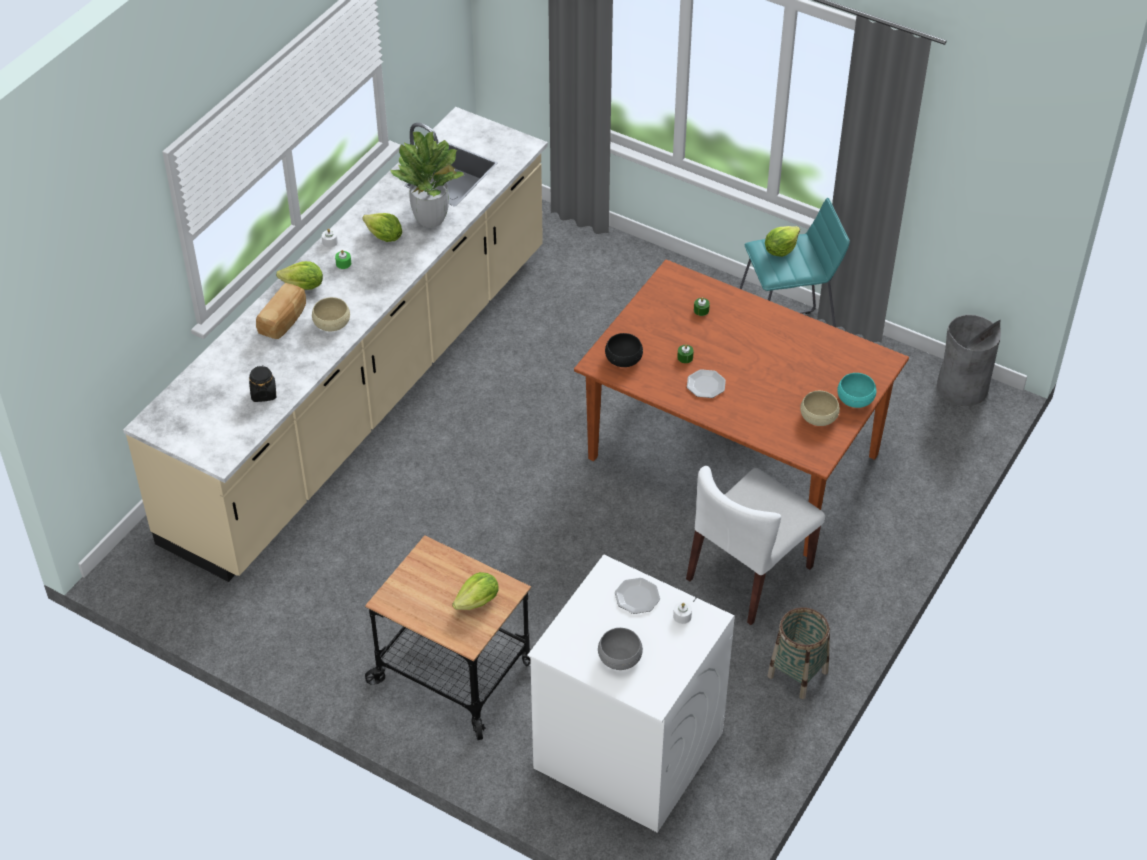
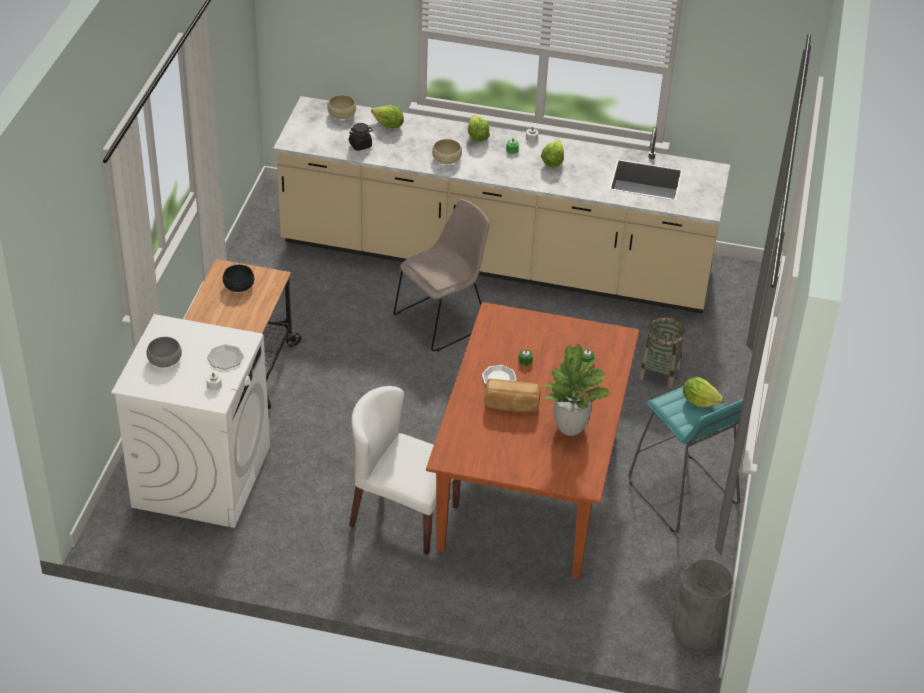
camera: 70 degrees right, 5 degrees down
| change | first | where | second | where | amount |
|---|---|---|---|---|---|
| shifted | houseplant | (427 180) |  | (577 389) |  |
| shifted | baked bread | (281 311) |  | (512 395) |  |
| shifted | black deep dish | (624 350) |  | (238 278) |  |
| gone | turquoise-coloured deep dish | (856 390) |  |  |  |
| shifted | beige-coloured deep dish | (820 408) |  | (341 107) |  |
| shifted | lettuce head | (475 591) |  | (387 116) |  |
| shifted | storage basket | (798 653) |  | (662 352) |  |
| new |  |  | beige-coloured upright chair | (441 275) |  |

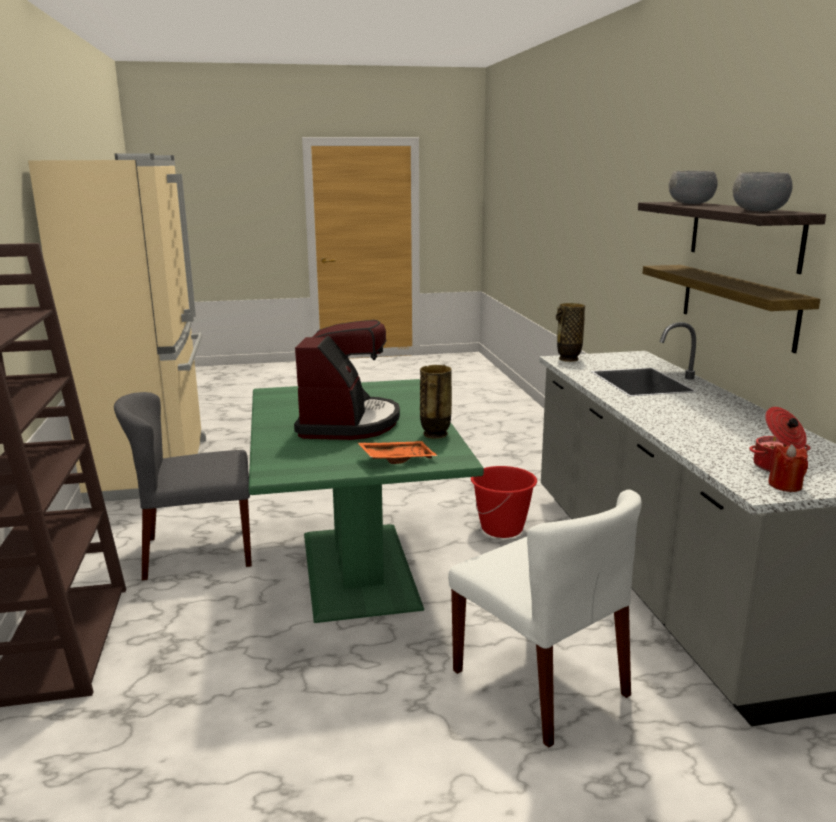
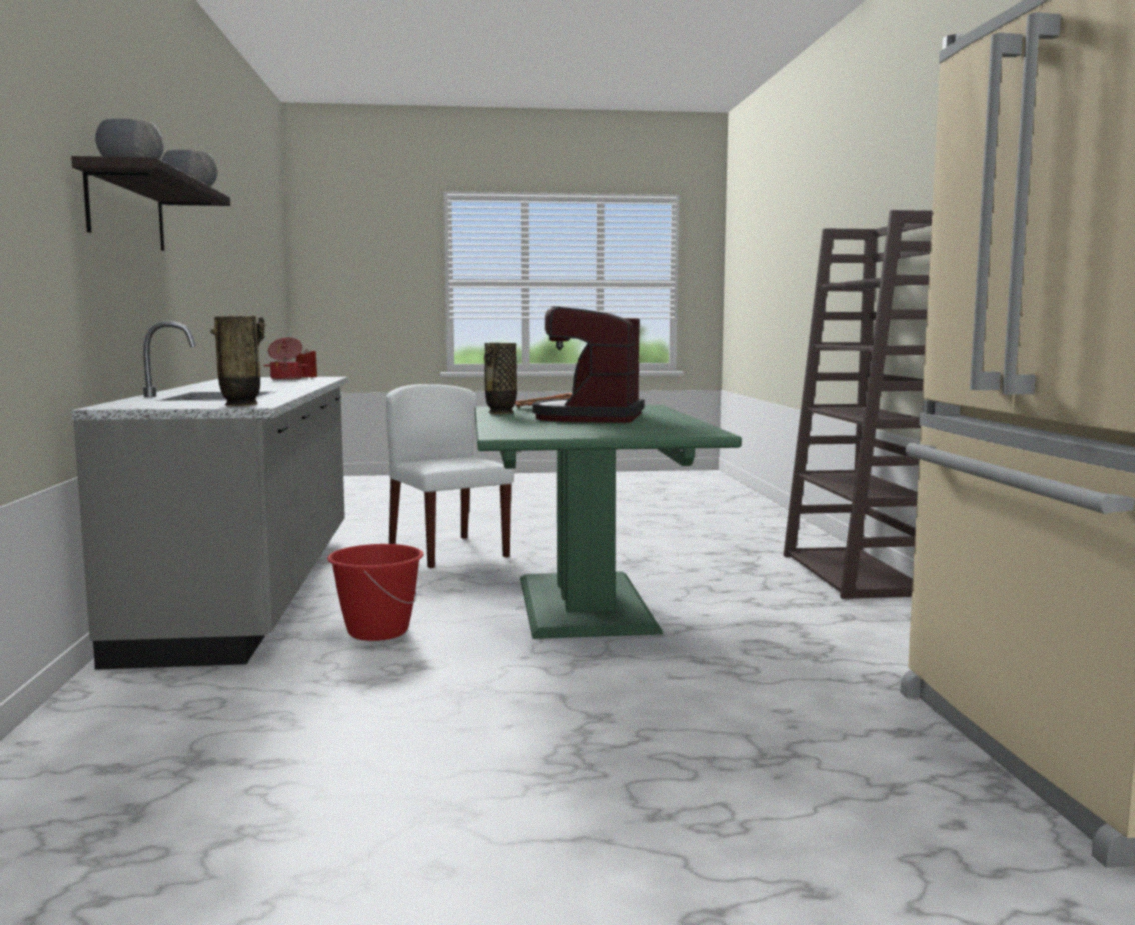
camera: 175 degrees left, 10 degrees down
| change | first | where | second | where | amount |
|---|---|---|---|---|---|
| gone | shelf | (731 309) |  |  |  |
| gone | greyish upright chair | (183 486) |  |  |  |

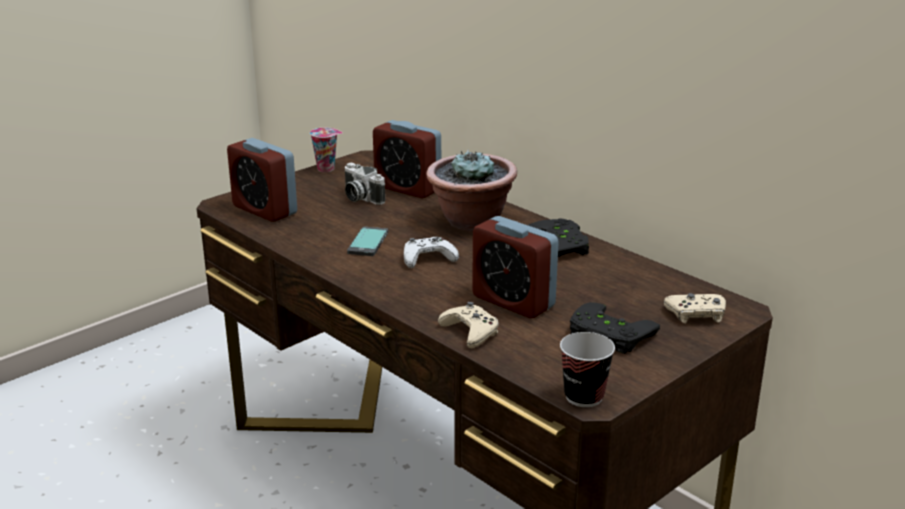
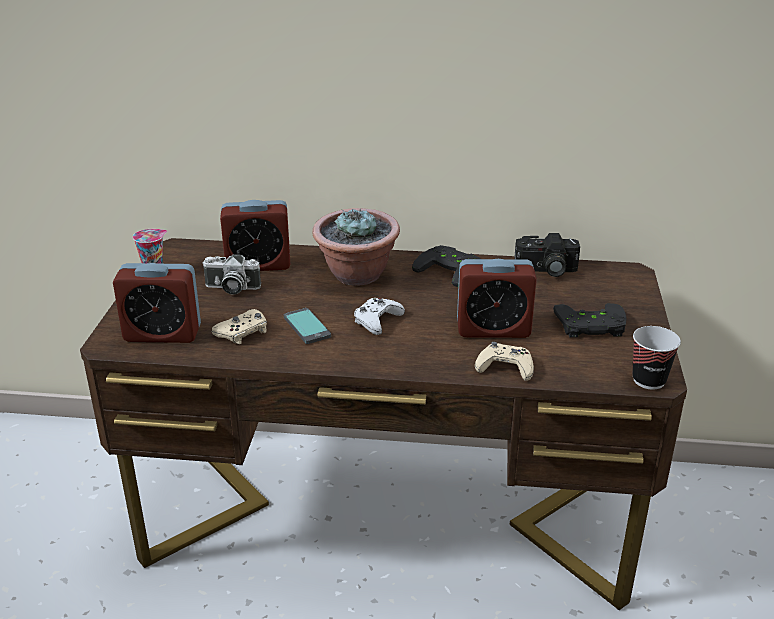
camera: 40 degrees left, 5 degrees up
| change | first | where | second | where | amount |
|---|---|---|---|---|---|
| shifted | beige-coloured game controller | (695 308) |  | (239 326) |  |
| new |  |  | photo camera | (547 255) |  |

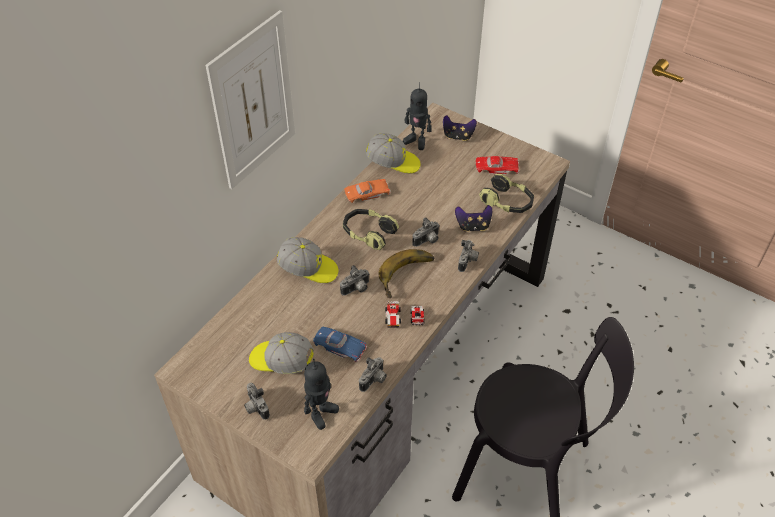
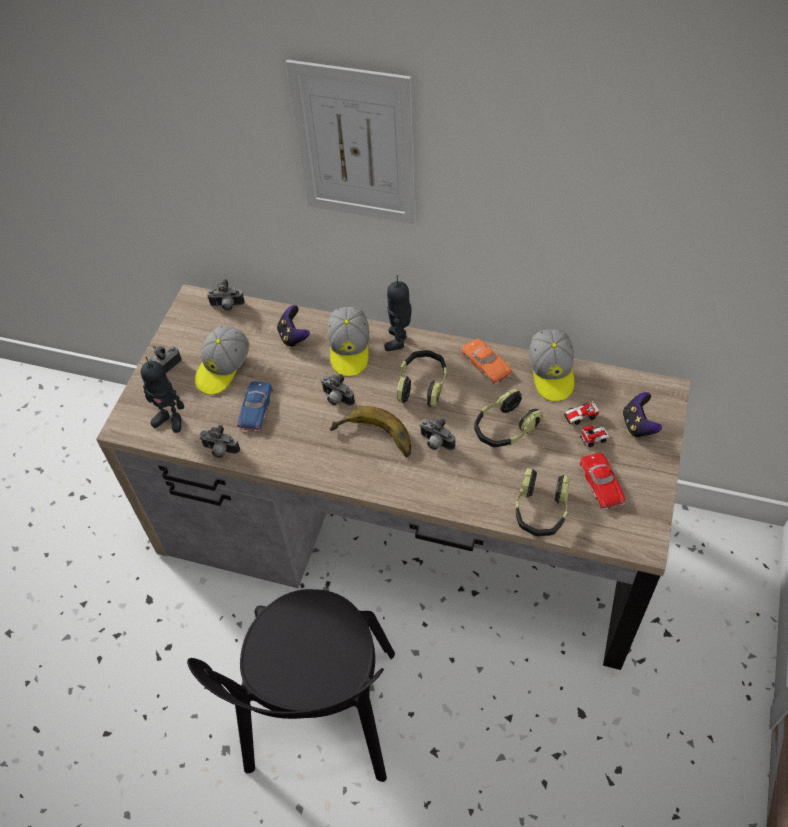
camera: 75 degrees right, 5 degrees up
| change | first | where | second | where | amount |
|---|---|---|---|---|---|
| shifted | toy robot | (417 116) |  | (398 313) |  |
| shifted | game controller | (473 218) |  | (293 326) |  |
| shifted | photo camera | (468 256) |  | (226 295) |  |
| shifted | miniature car | (405 314) |  | (587 424) |  |
| rotated | cap | (281 353) |  | (222 360) | 150 degrees counterclockwise |
| new |  |  | pair of headphones | (508 418) |  |

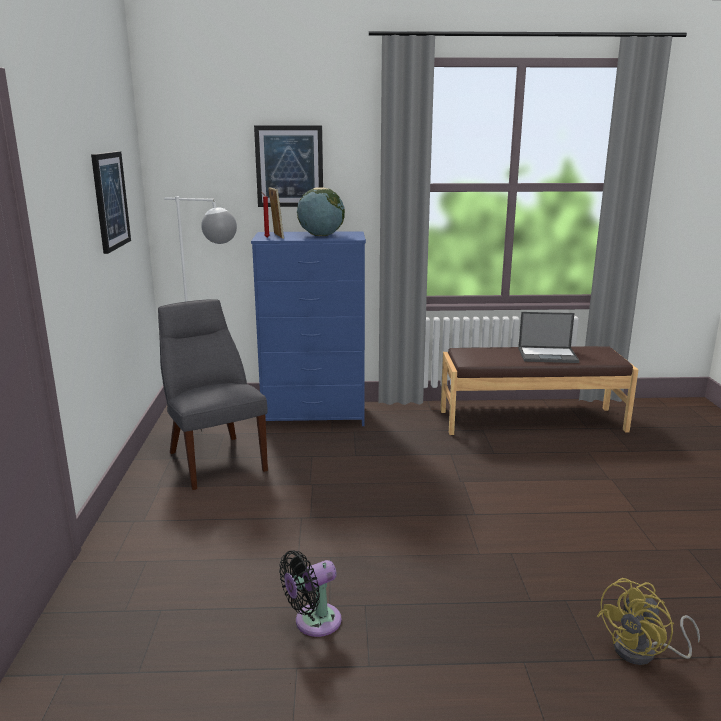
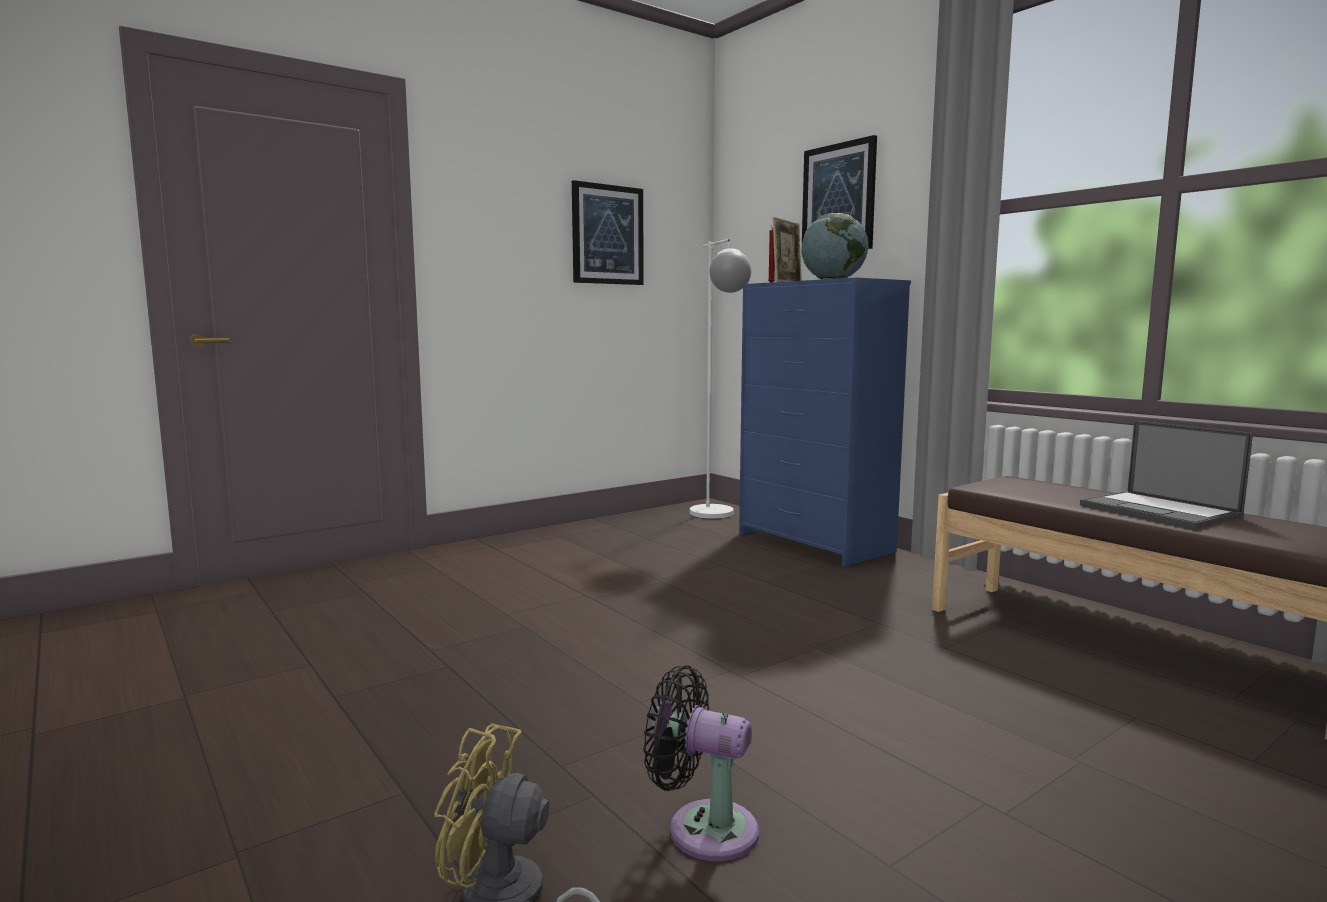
camera: 55 degrees right, 10 degrees down
| change | first | where | second | where | amount |
|---|---|---|---|---|---|
| gone | greyish upright chair | (213 394) |  |  |  |
| shifted | black cooling fan | (310 593) |  | (701 763) |  |

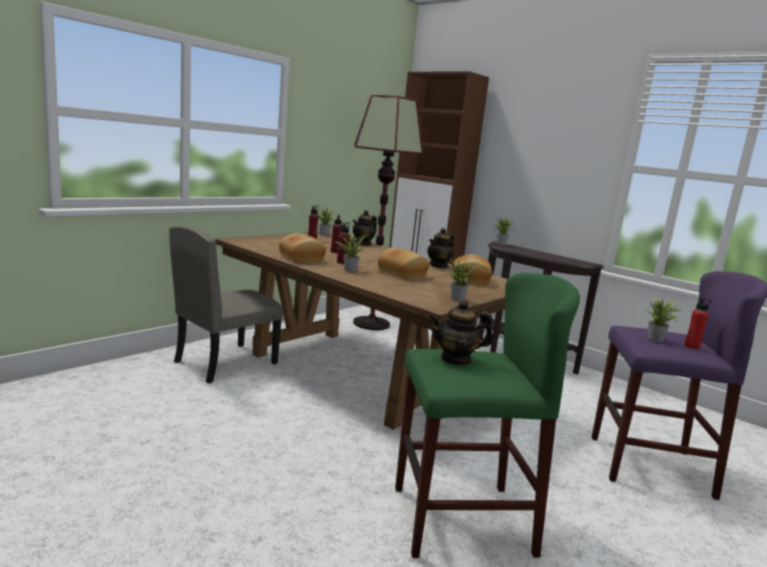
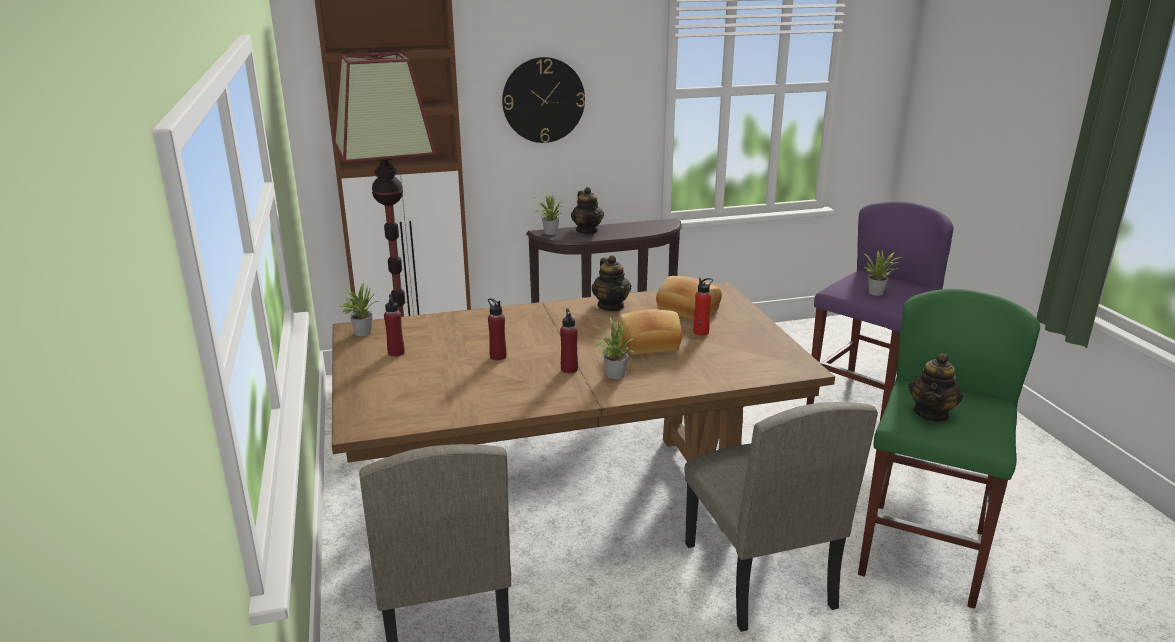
camera: 55 degrees left, 10 degrees up
| change | first | where | second | where | amount |
|---|---|---|---|---|---|
| shifted | pot for tea | (365 227) |  | (587 210) |  |
| gone | baked bread | (302 248) |  |  |  |
| gone | houseplant | (462 279) |  |  |  |
| shifted | reddish drink bottle | (697 323) |  | (703 307) |  |
| new |  |  | hanging clock | (543 100) |  |
| new |  |  | beige-coloured upright chair | (781 517) |  |

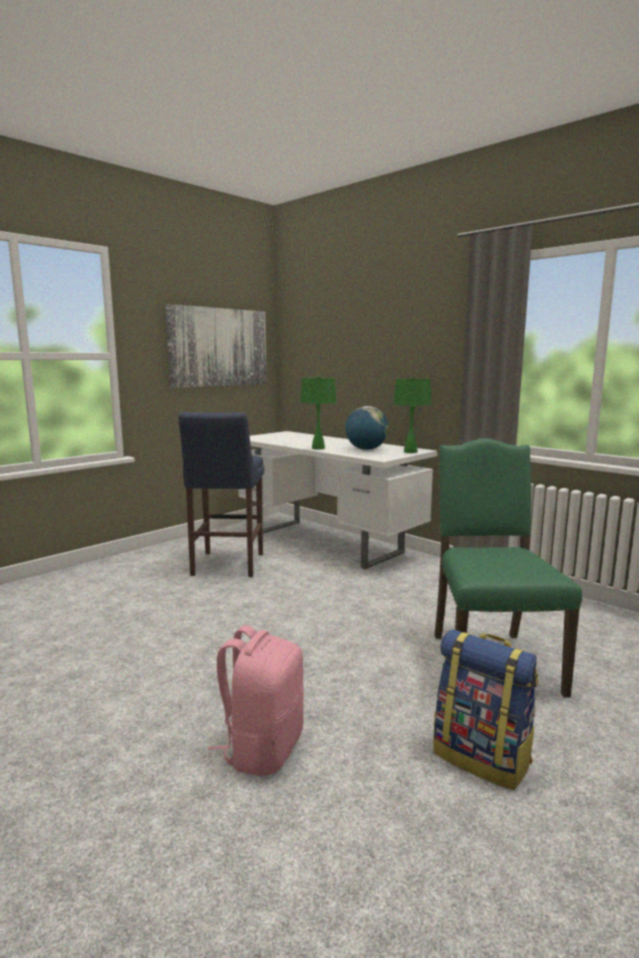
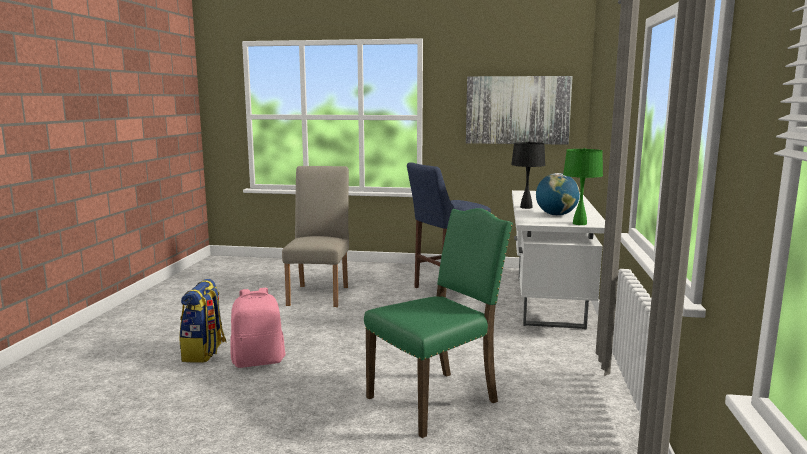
camera: 55 degrees right, 0 degrees up
| change | first | where | second | where | amount |
|---|---|---|---|---|---|
| repainted | greenish tabletop lamp | (318 413) | black tabletop lamp | (528 175) |  |
| shifted | rucksack | (485 709) |  | (203 321) |  |
| new |  |  | beige-coloured upright chair | (315 236) |  |

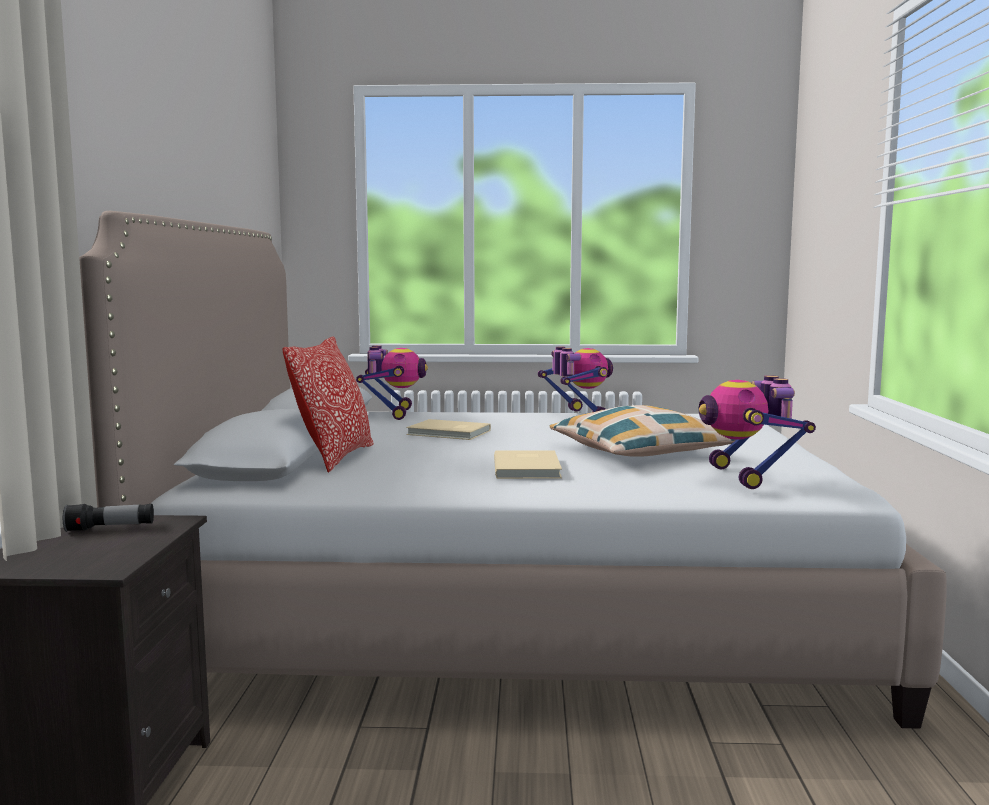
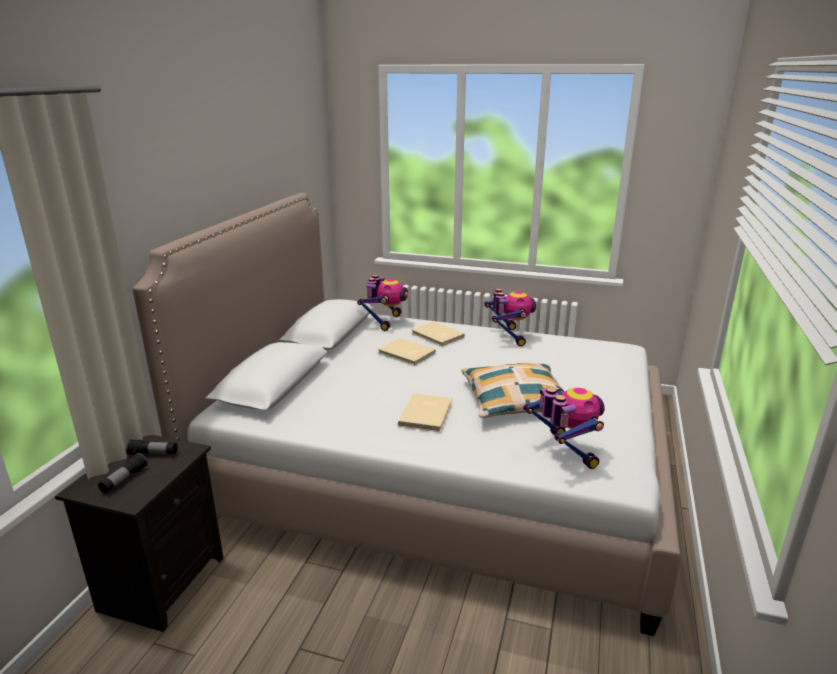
camera: 15 degrees right, 15 degrees up
| change | first | where | second | where | amount |
|---|---|---|---|---|---|
| gone | pillow | (328 405) |  |  |  |
| rotated | toy robot | (757 432) |  | (564 428) | 150 degrees clockwise |
| new |  |  | beige-coloured volume | (438 334) |  |
| new |  |  | hand torch | (123 473) |  |

